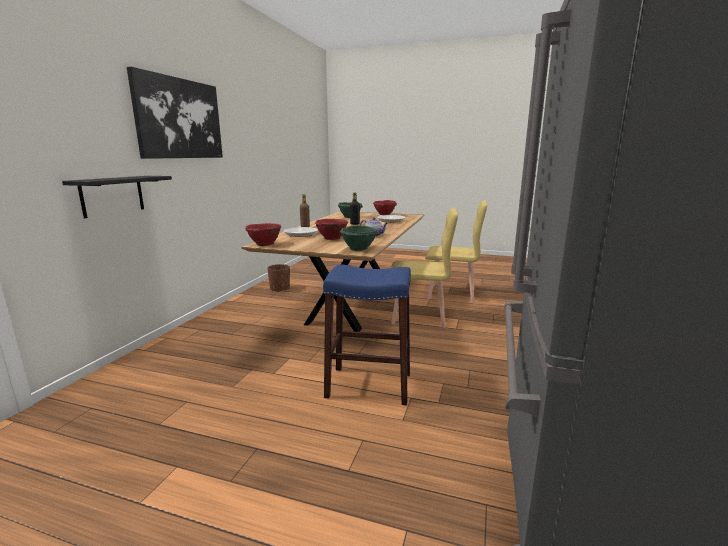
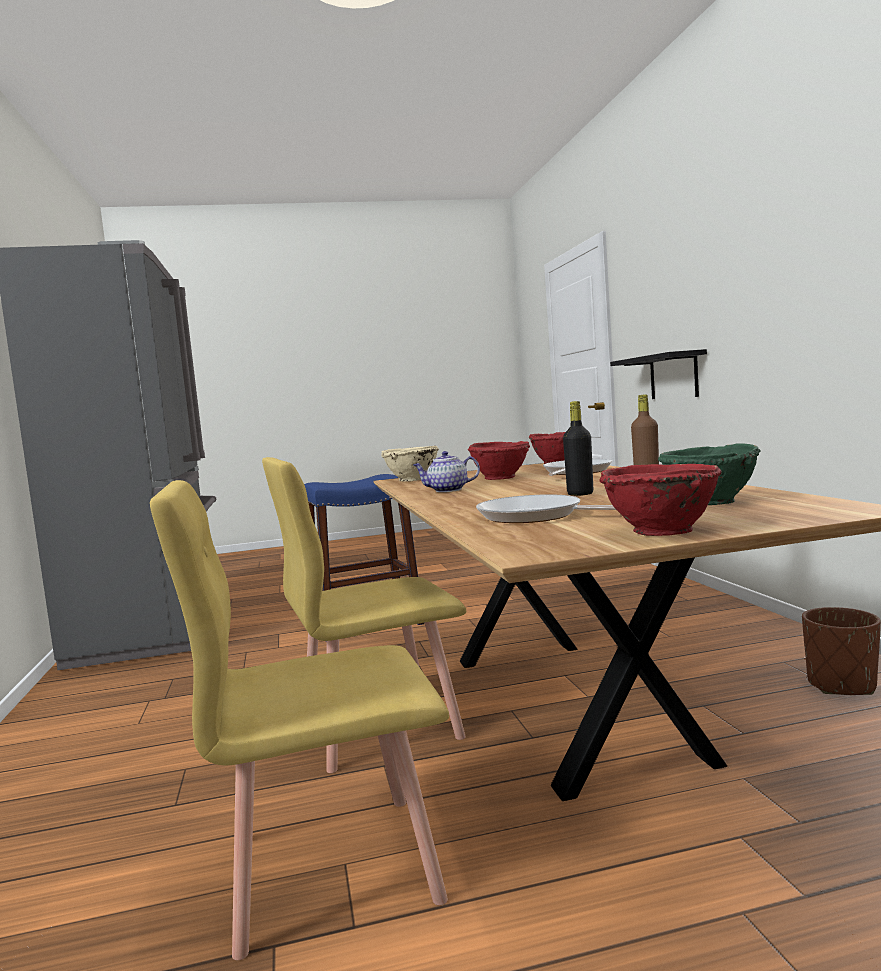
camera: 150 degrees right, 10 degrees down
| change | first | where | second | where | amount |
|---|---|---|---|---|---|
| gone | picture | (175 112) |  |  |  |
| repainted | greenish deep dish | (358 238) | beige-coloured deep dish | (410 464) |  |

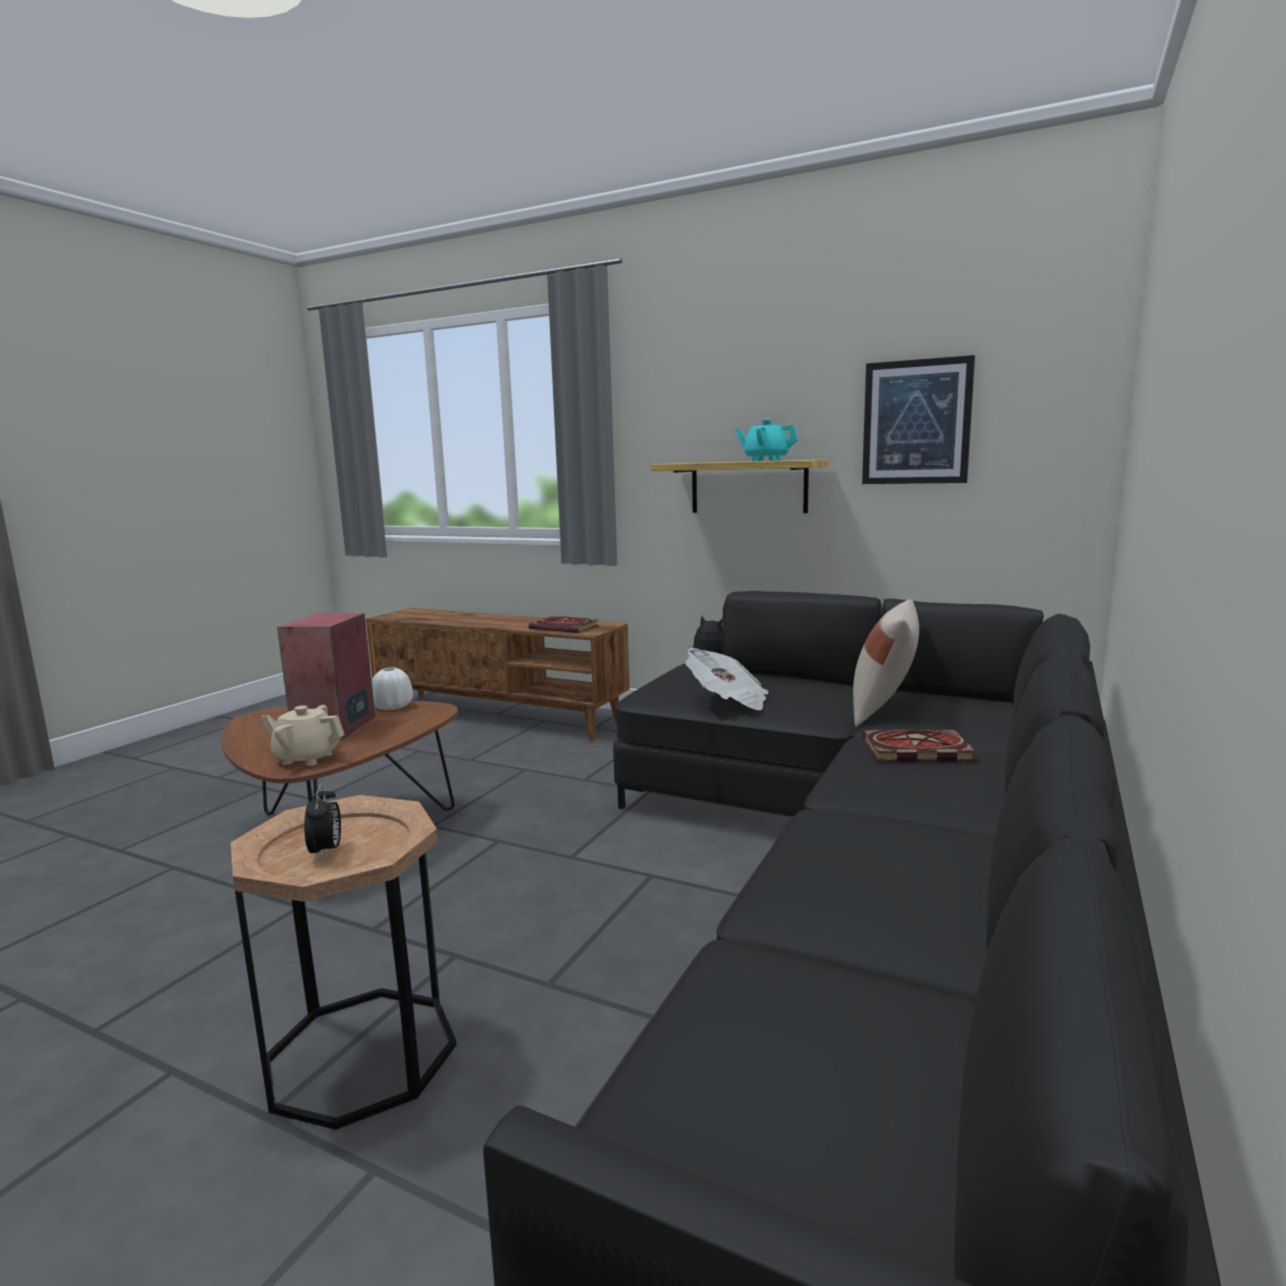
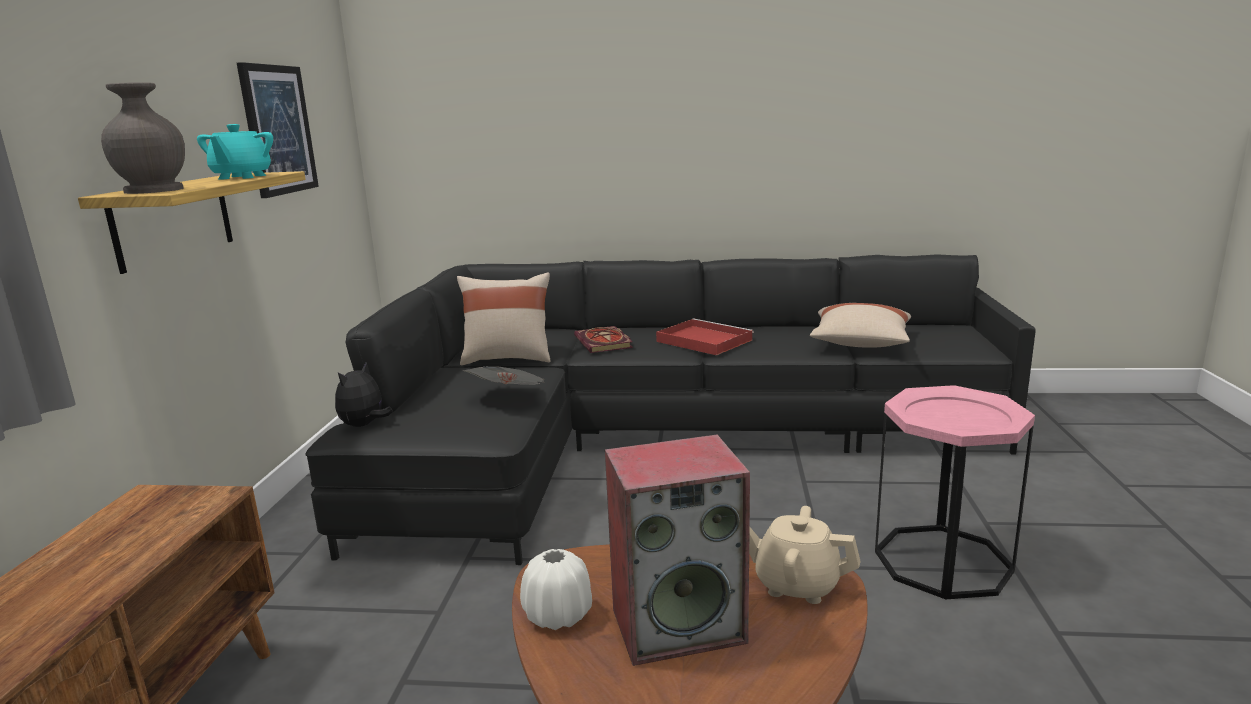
camera: 110 degrees left, 5 degrees up
| change | first | where | second | where | amount |
|---|---|---|---|---|---|
| gone | volume | (563 624) |  |  |  |
| rotated | beige-coloured pot for tea | (303 735) |  | (805 555) | 120 degrees clockwise |
| gone | alarm clock | (322 821) |  |  |  |
| repainted | brownish accent table | (343 962) | pink accent table | (955 492) |  |
| new |  |  | greyish decorative vase | (143 138) |  |
| new |  |  | beige-coloured pillow | (860 325) |  |
| new |  |  | reddish carrying tray | (705 337) |  |

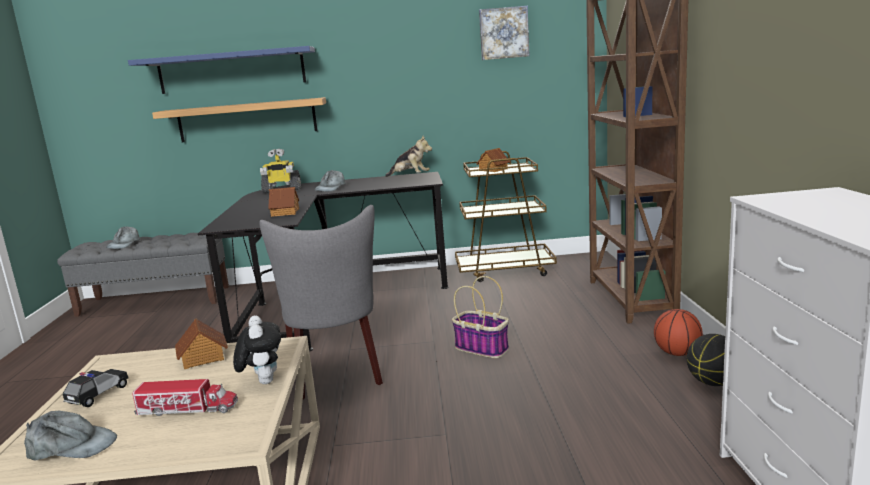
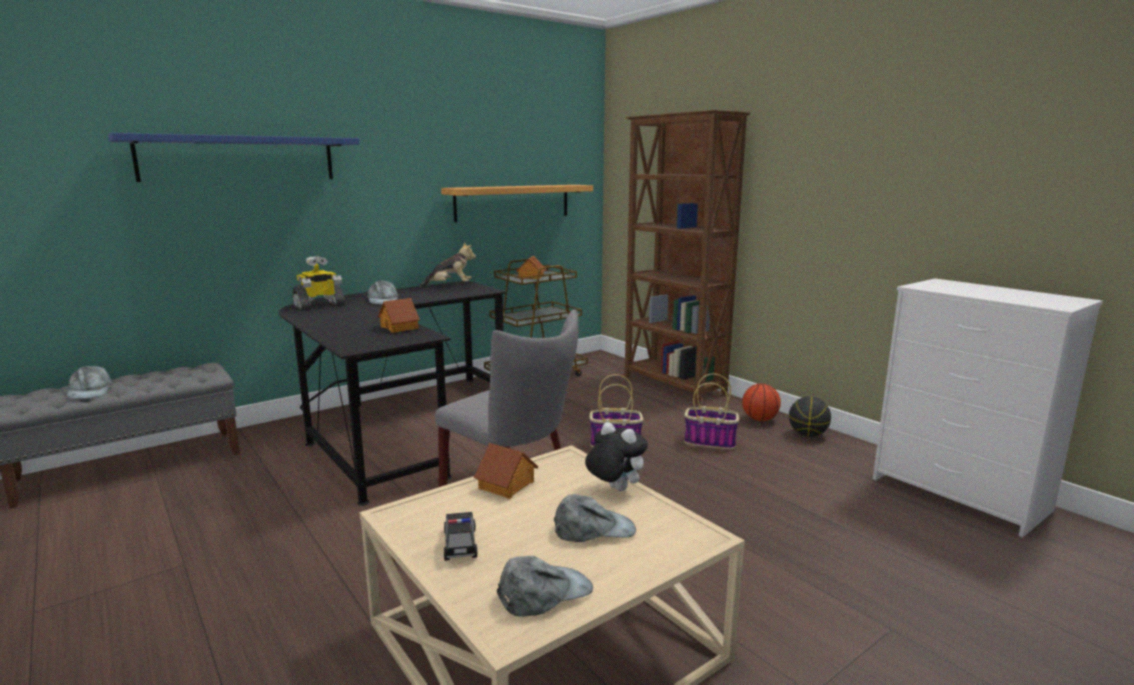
camera: 35 degrees left, 0 degrees up
| change | first | where | second | where | amount |
|---|---|---|---|---|---|
| gone | picture | (504 33) |  |  |  |
| shifted | shelf | (239 119) |  | (517 203) |  |
| swapped | toy lorry | (185 397) | greyish cap | (595 518) |  |
| new |  |  | storage basket | (711 411) |  |

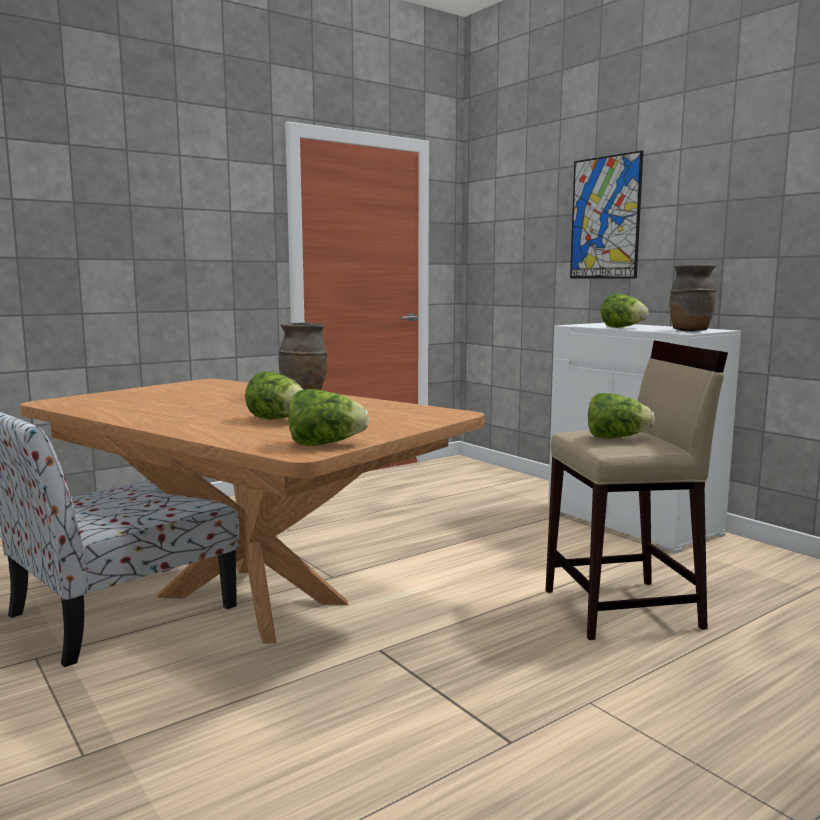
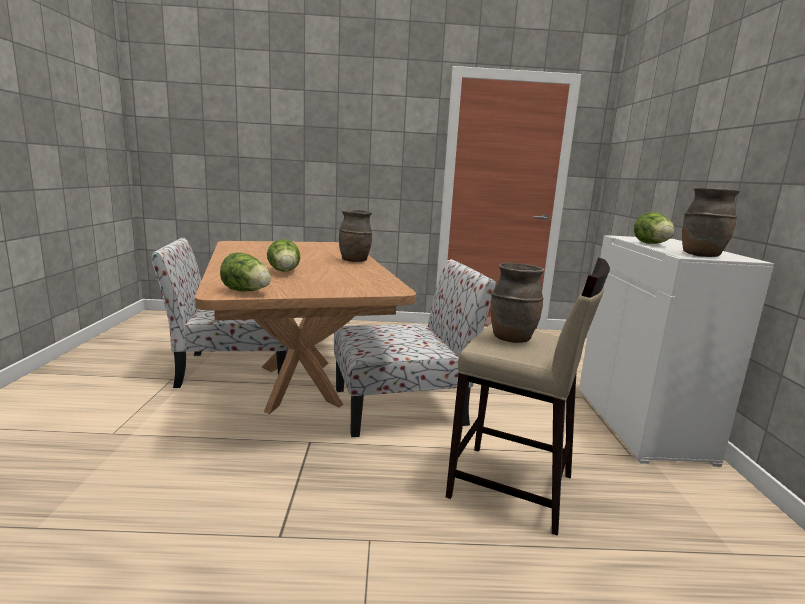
camera: 35 degrees right, 5 degrees up
| change | first | where | second | where | amount |
|---|---|---|---|---|---|
| gone | picture | (606 215) |  |  |  |
| swapped | lettuce head | (621 416) | brownish decorative vase | (518 303) |  |
| new |  |  | upright chair | (415 348) |  |

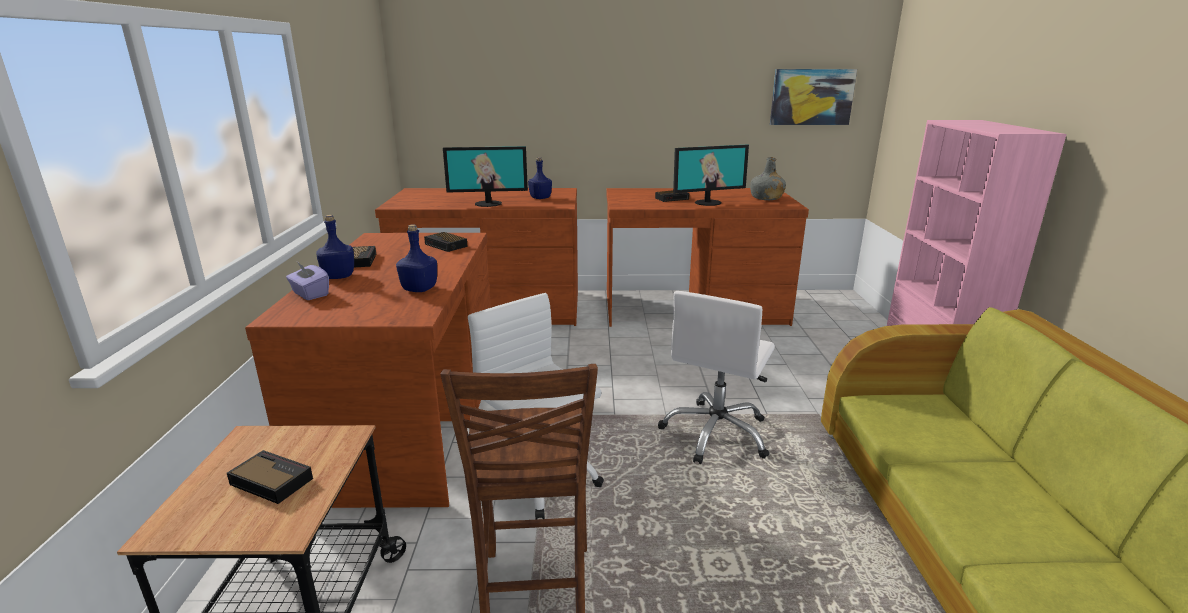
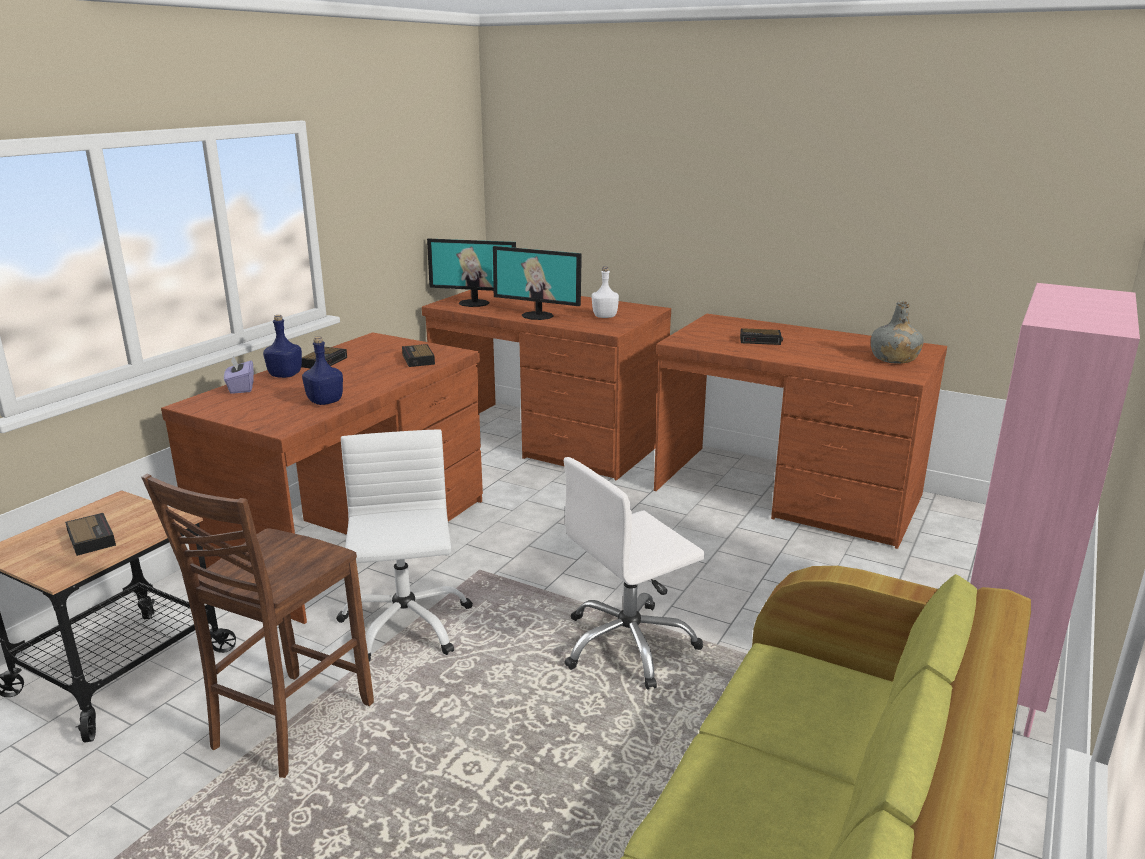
camera: 30 degrees right, 0 degrees up
| change | first | where | second | where | amount |
|---|---|---|---|---|---|
| gone | picture | (813 97) |  |  |  |
| shifted | computer display | (711 175) |  | (471 273) |  |
| repainted | blue-coloured drink bottle | (540 178) | white drink bottle | (605 292) |  |

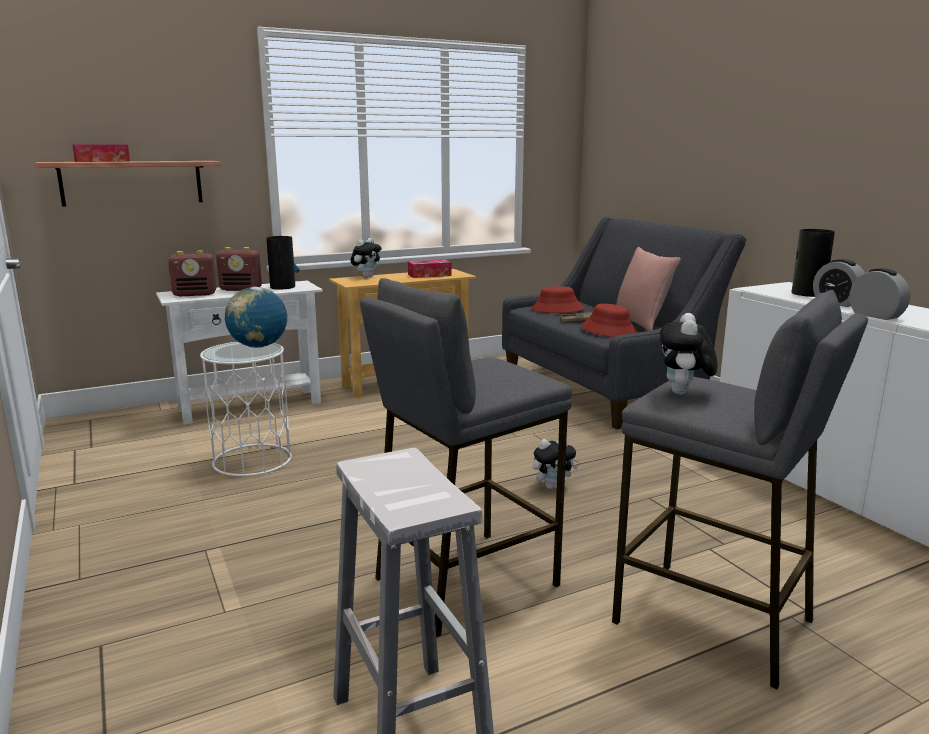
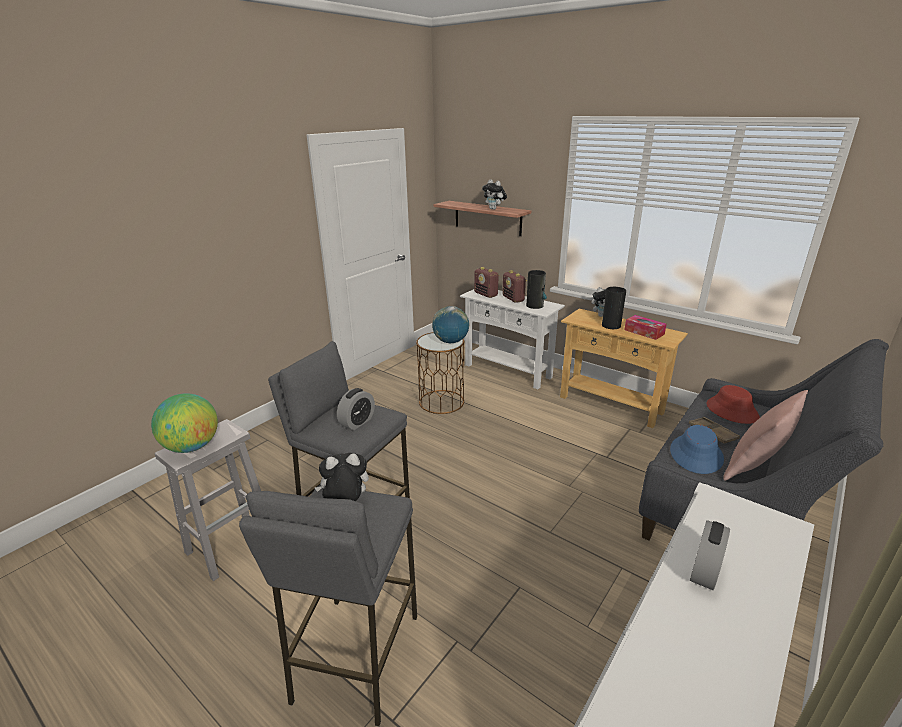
camera: 65 degrees right, 10 degrees up
| change | first | where | second | where | amount |
|---|---|---|---|---|---|
| gone | tissue box | (101 153) |  |  |  |
| shifted | decorative vase | (813 263) |  | (614 308) |  |
| shifted | alarm clock | (879 294) |  | (356 409) |  |
| repainted | reddish clothing hat | (609 320) | blue-coloured clothing hat | (697 449) |  |
| repainted | white accent table | (246 409) | brownish accent table | (440 373) |  |
| shifted | plush toy | (555 464) |  | (494 195) |  |
| new |  |  | desk globe | (184 423) |  |

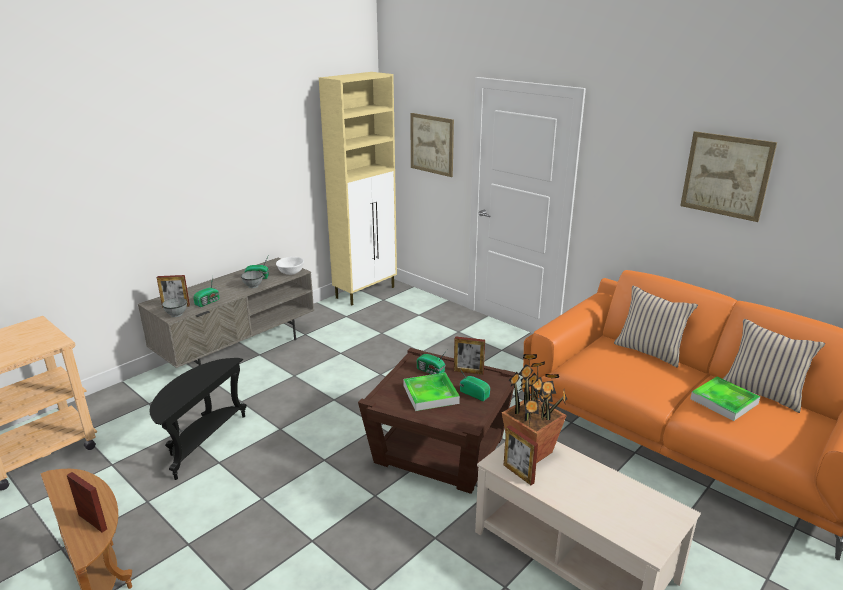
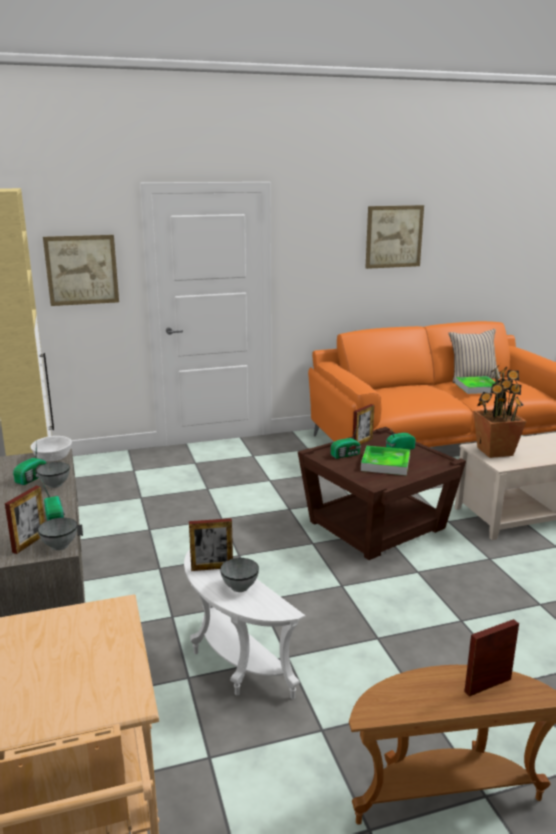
camera: 60 degrees left, 5 degrees down
| change | first | where | second | where | amount |
|---|---|---|---|---|---|
| gone | beige-coloured pillow | (656 327) |  |  |  |
| repainted | black accent table | (198 419) | white accent table | (244 624) |  |
| shifted | photo frame | (521 455) |  | (211 544) |  |
| new |  |  | greyish deep dish | (239 575) |  |

